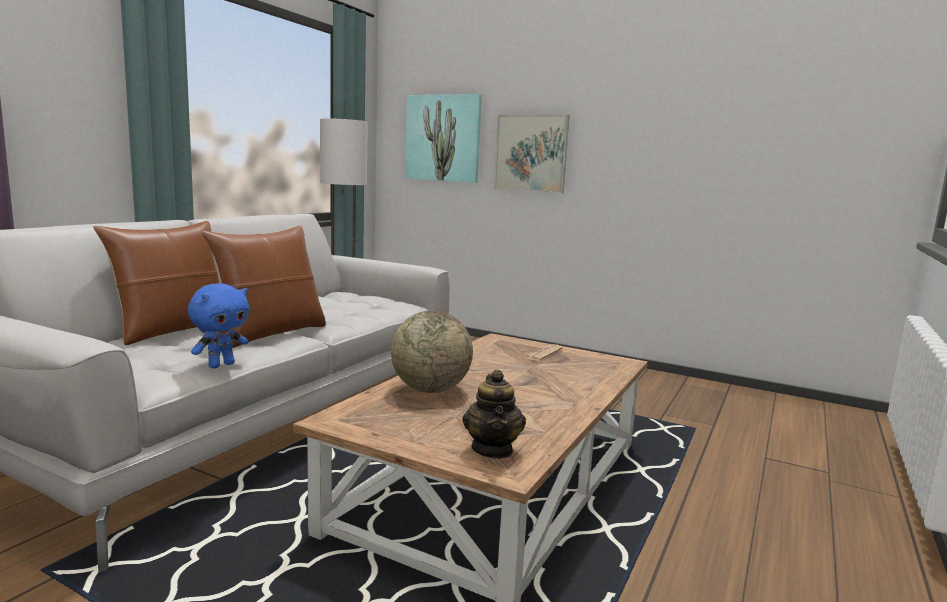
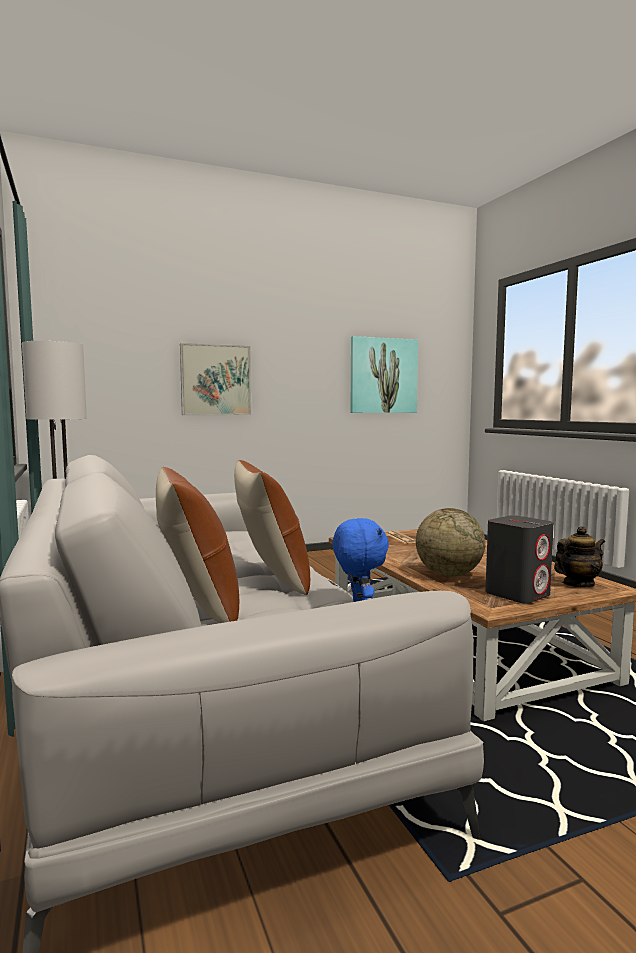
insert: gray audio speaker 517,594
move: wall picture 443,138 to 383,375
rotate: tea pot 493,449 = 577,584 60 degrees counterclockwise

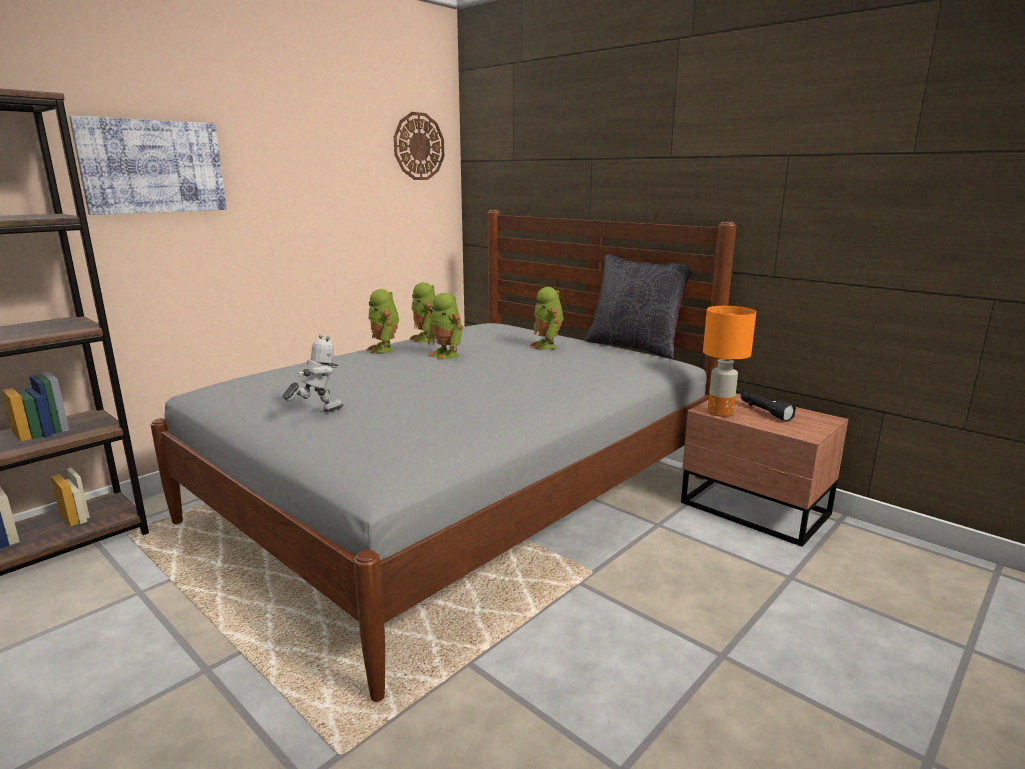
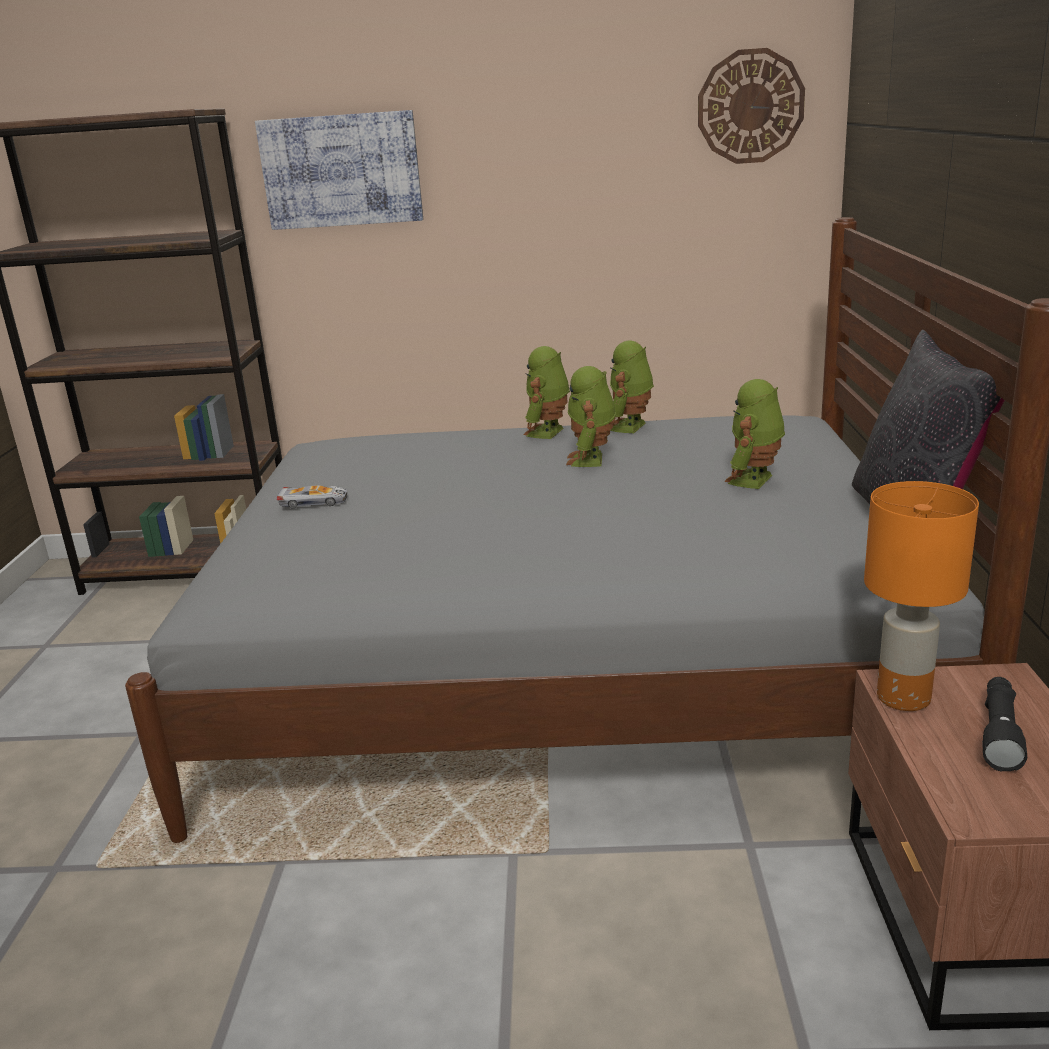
replace: toy robot 317,412 to toy car 314,502

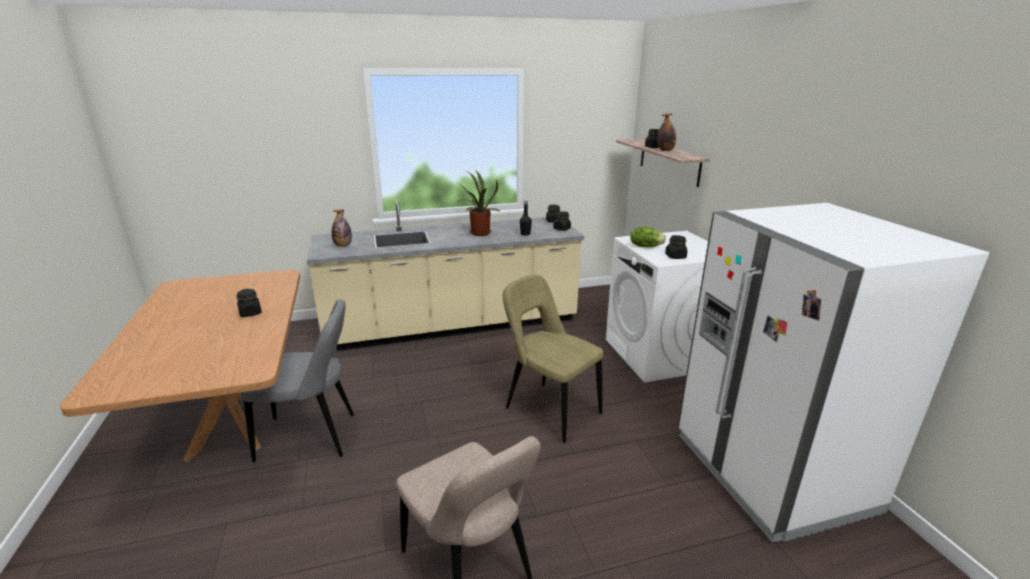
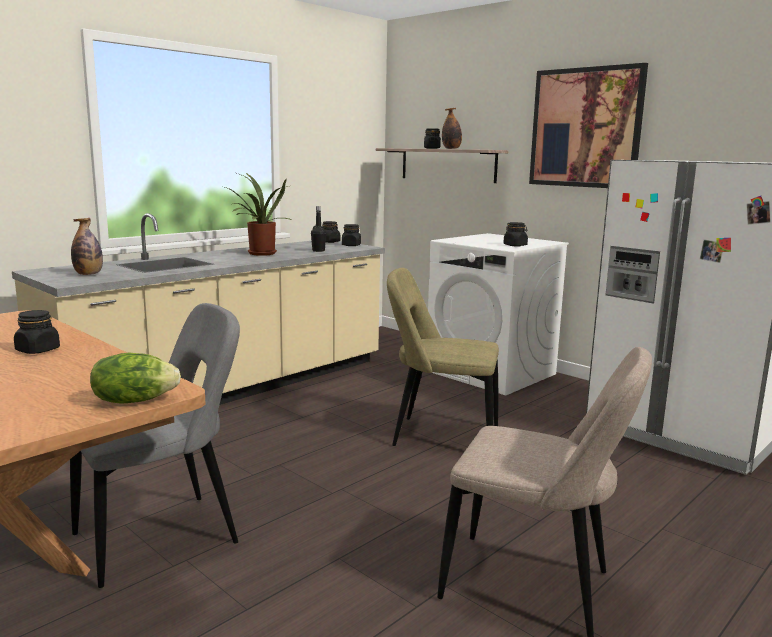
insert: wall picture 585,128
move: lettuce 645,246 to 134,400

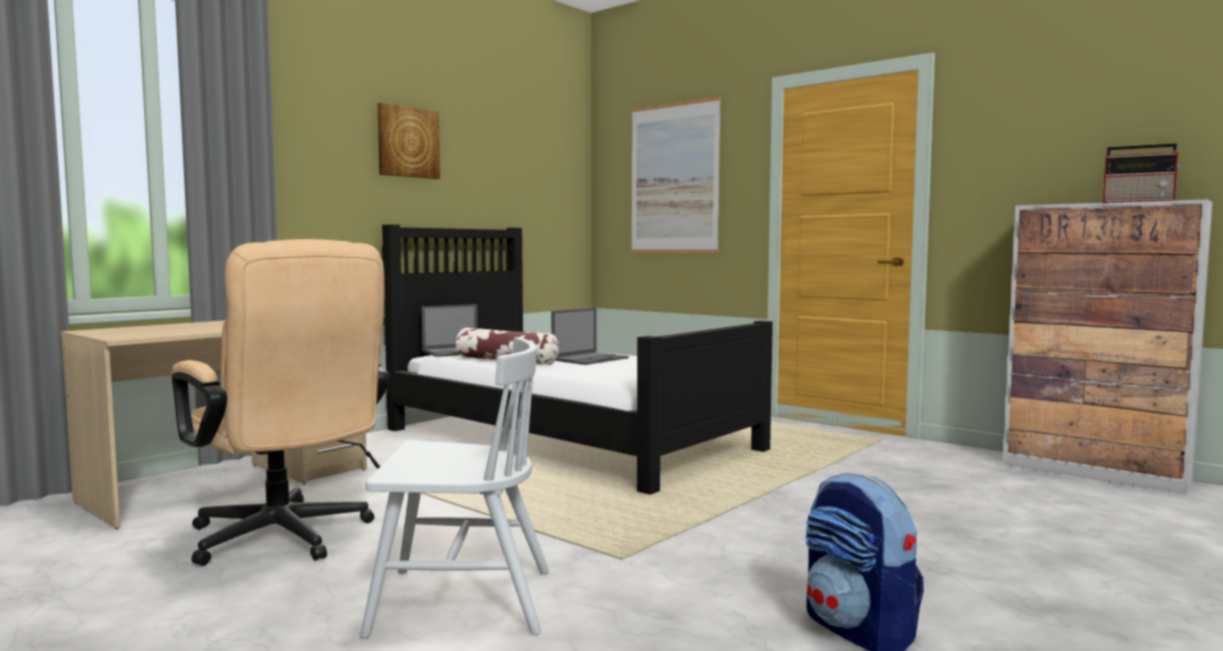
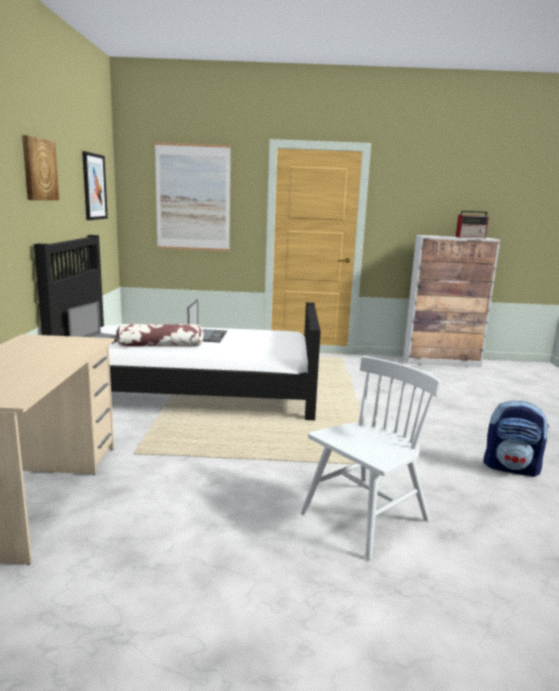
delete: sand-coloured desk chair 286,540
insert: wall picture 94,186

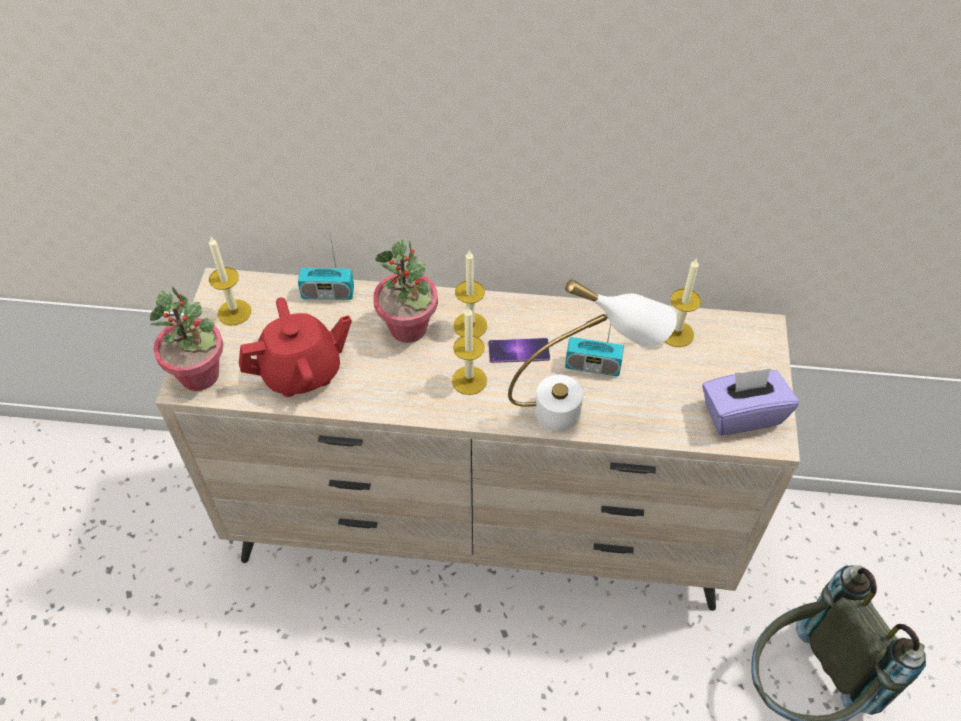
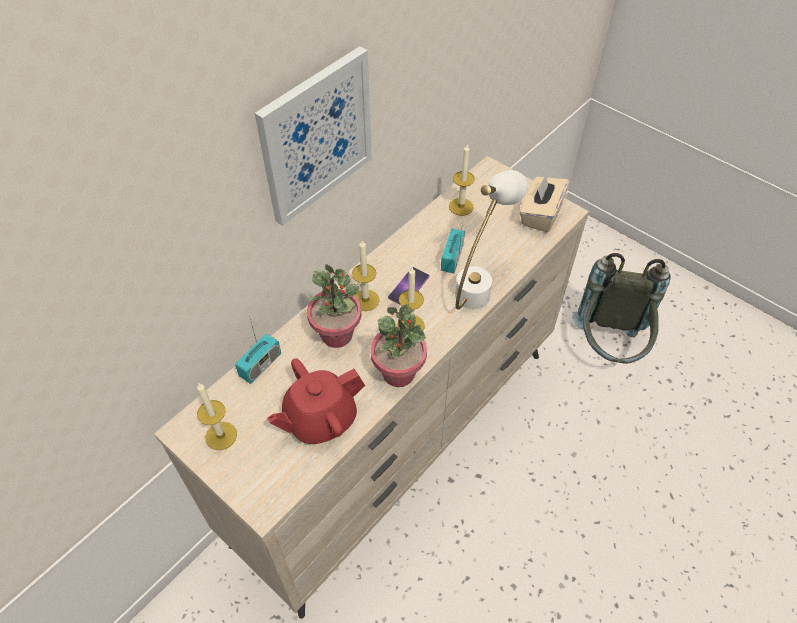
insert: wall picture 316,136
move: potted plant 200,375 to 398,373
recolor: purplish tissue holder 741,414 to sand-coloured tissue holder 540,214
rotate: red tea pot 302,372 = 320,419 135 degrees counterclockwise; radio 592,366 = 452,258 150 degrees clockwise

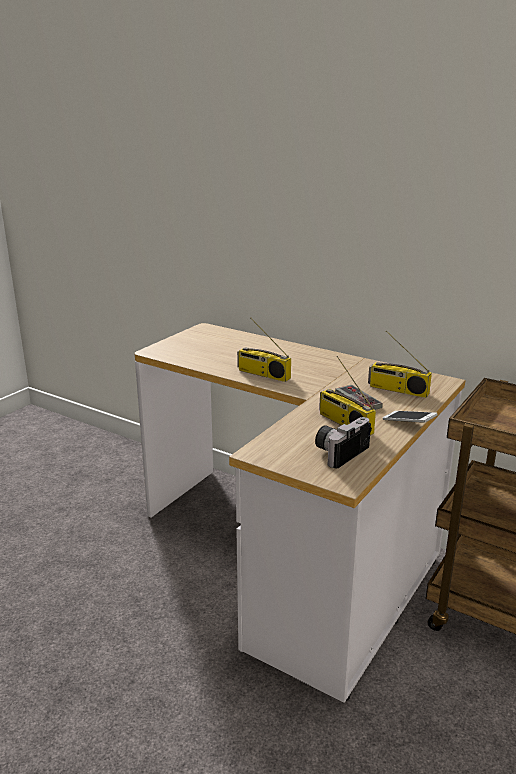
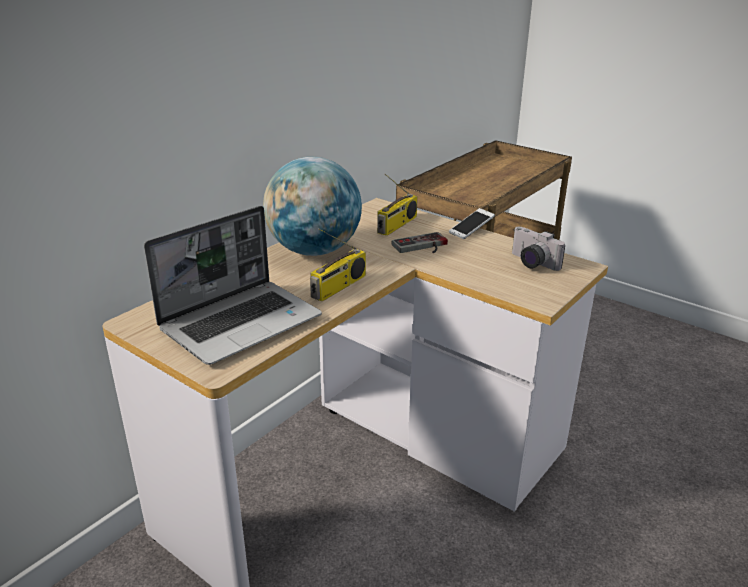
delete: radio 344,423
insert: notebook computer 241,322; desk globe 314,251

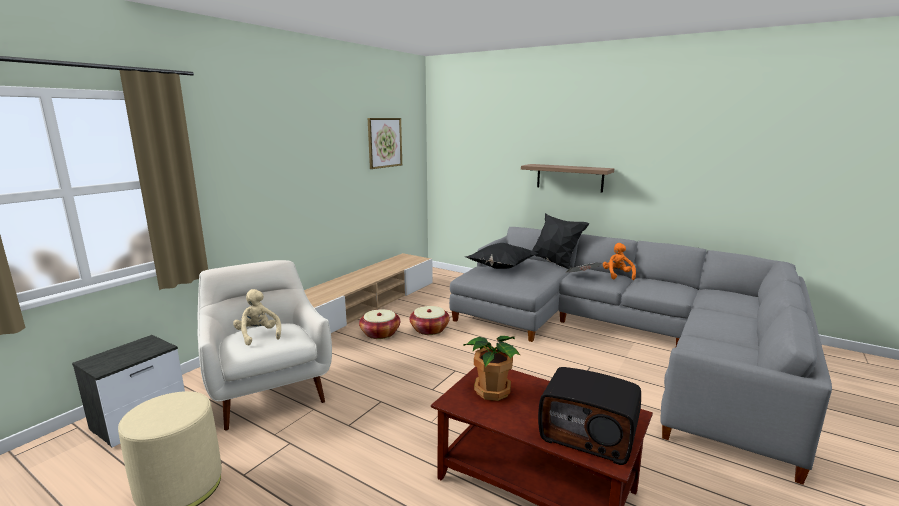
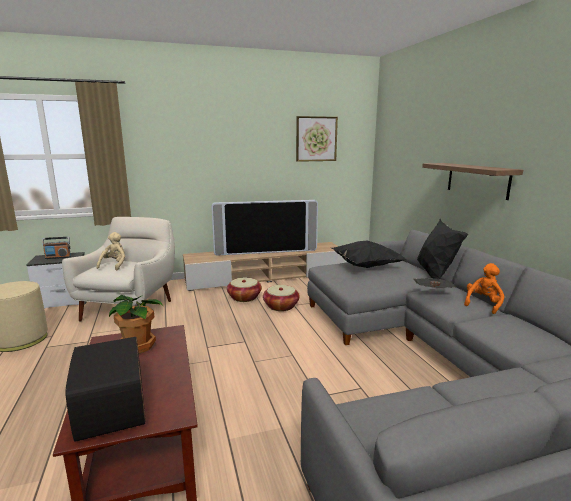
insert: radio 58,257; television 266,251

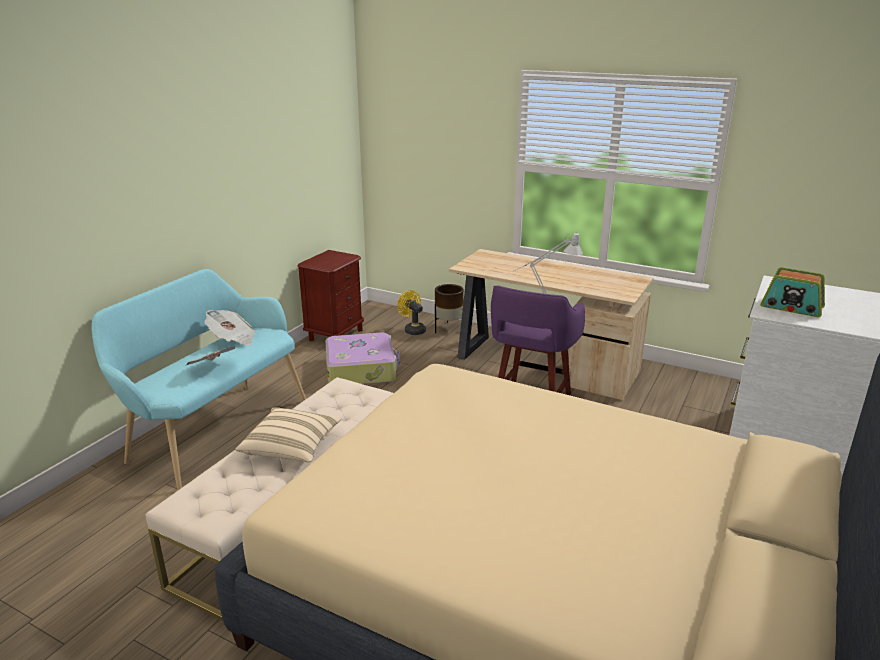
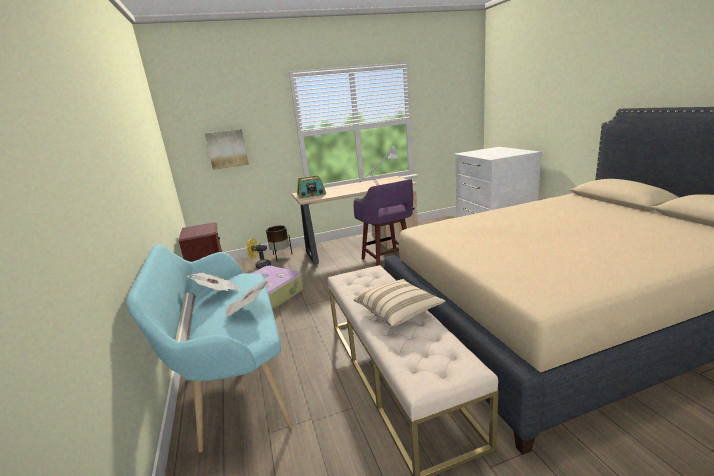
insert: wall picture 227,149
move: radio 791,307 to 311,195

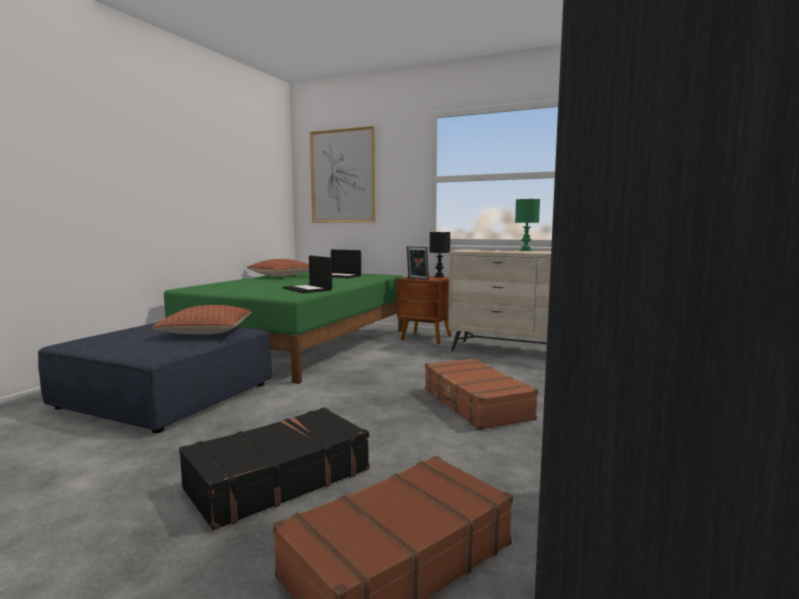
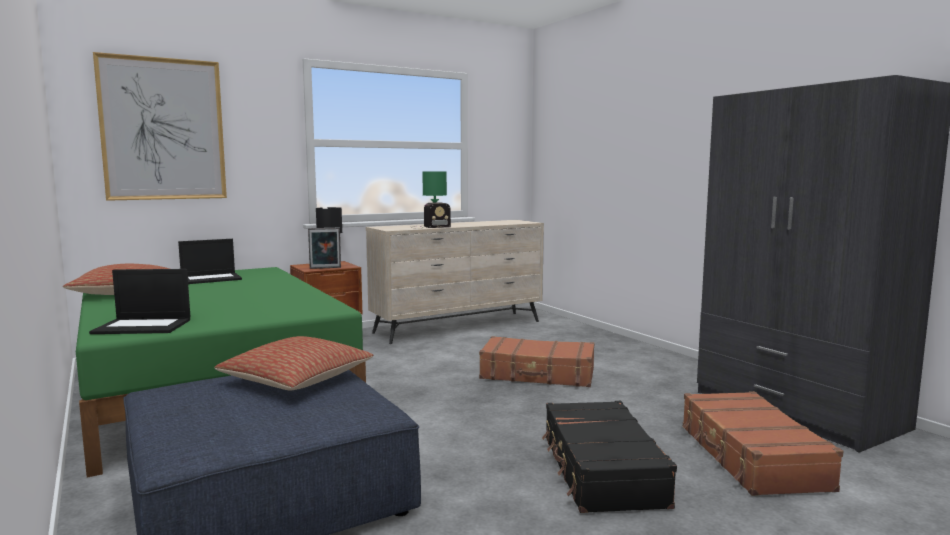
insert: radio 428,227
move: notebook computer 308,289 to 144,326

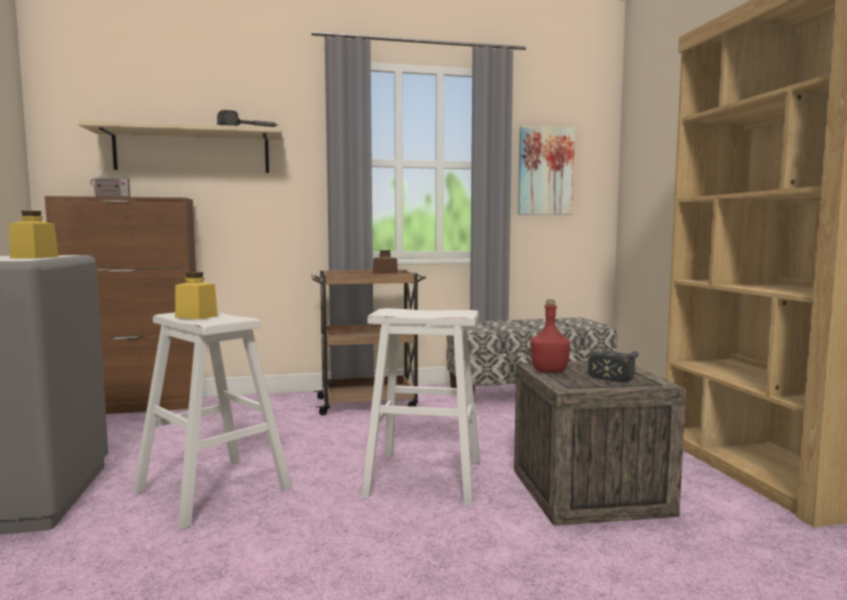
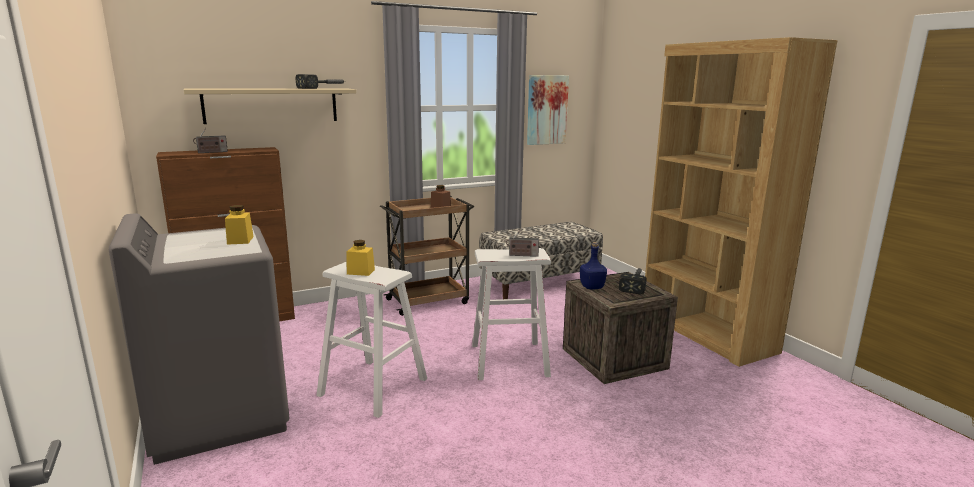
insert: radio 522,255
recolor: red drink bottle 548,371 to blue drink bottle 591,287

